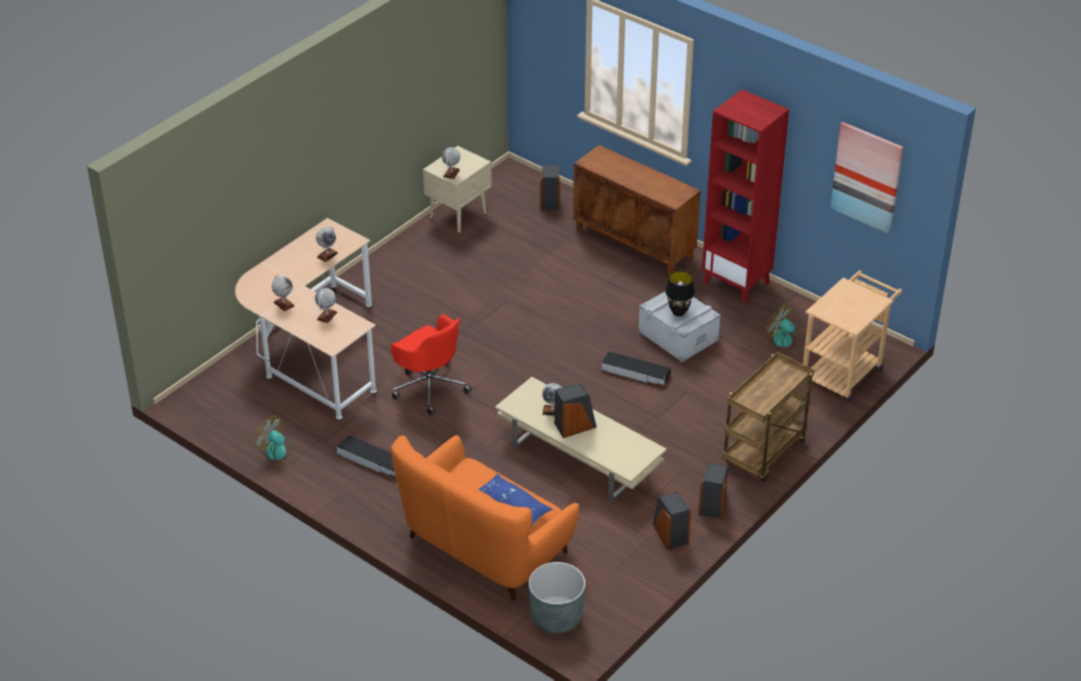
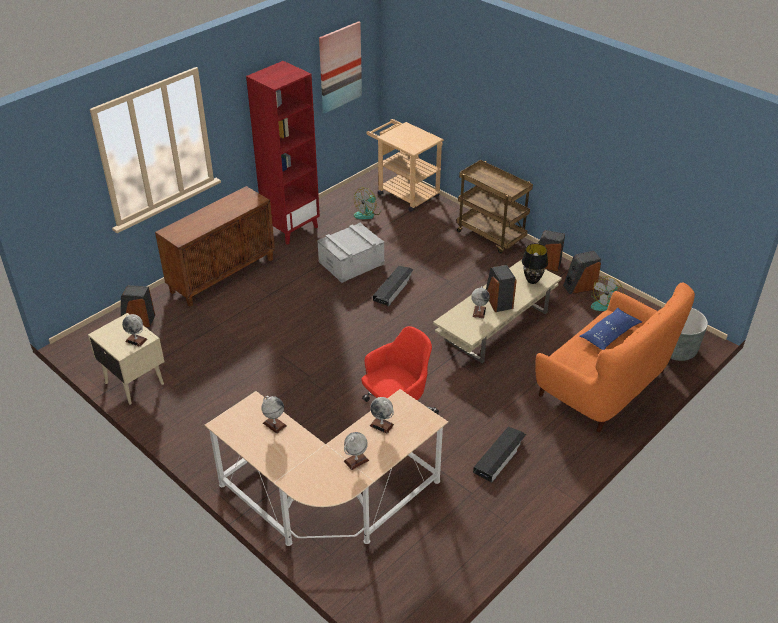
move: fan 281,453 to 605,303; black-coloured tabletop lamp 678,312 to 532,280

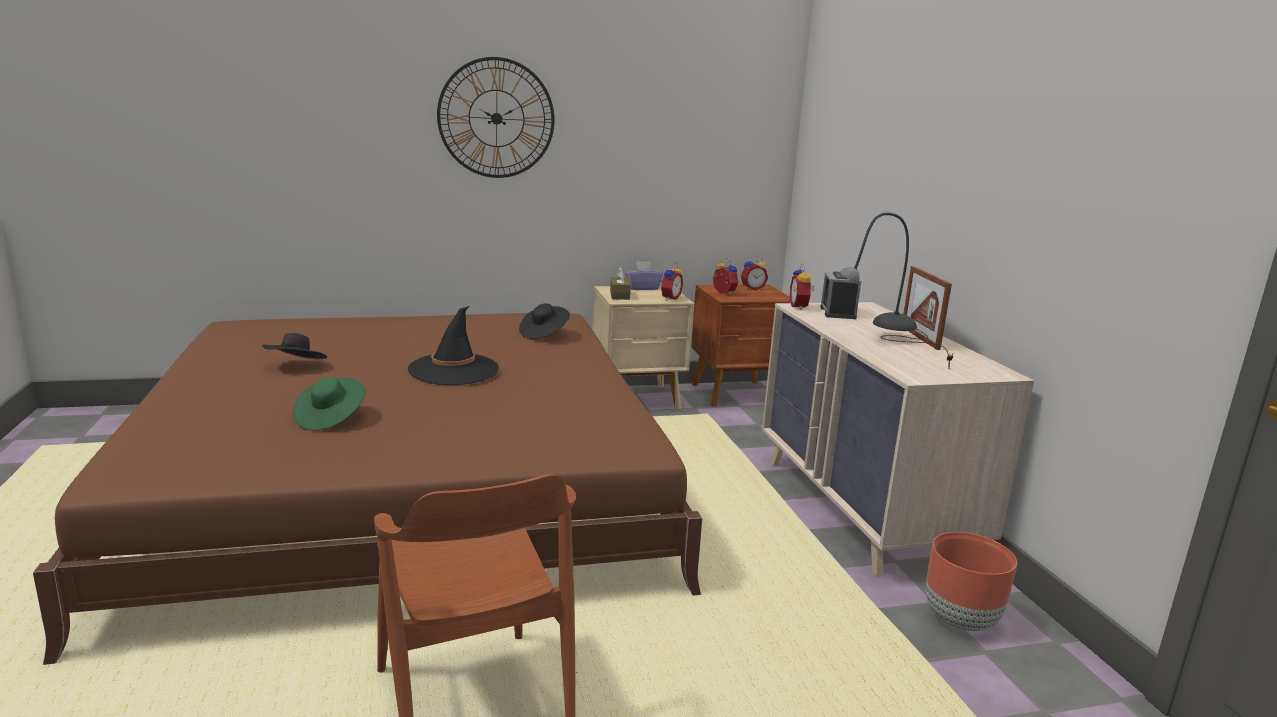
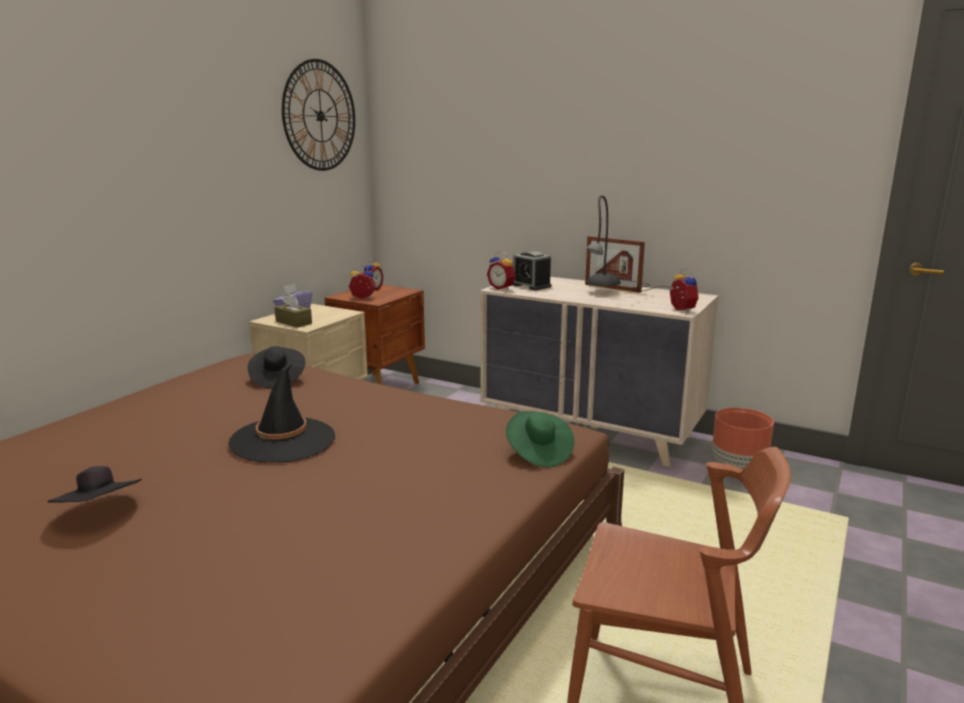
move: green wearable hat 330,419 to 538,453; wall clock 496,118 to 320,116; alarm clock 669,298 to 680,310

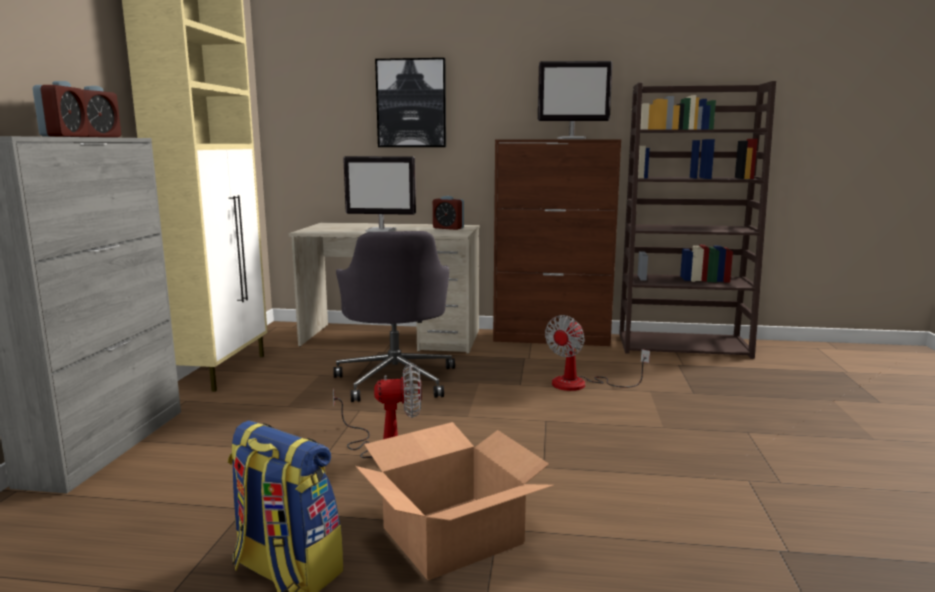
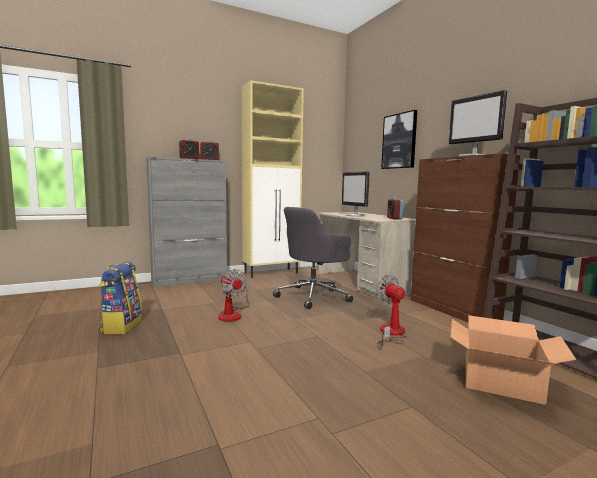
move: cardboard box 451,535 to 500,380
rotate: fan 581,384 = 391,334 60 degrees clockwise

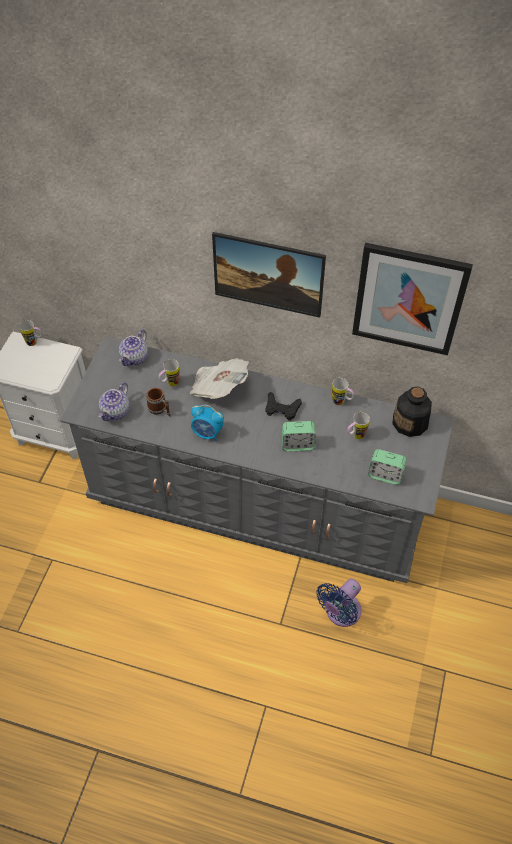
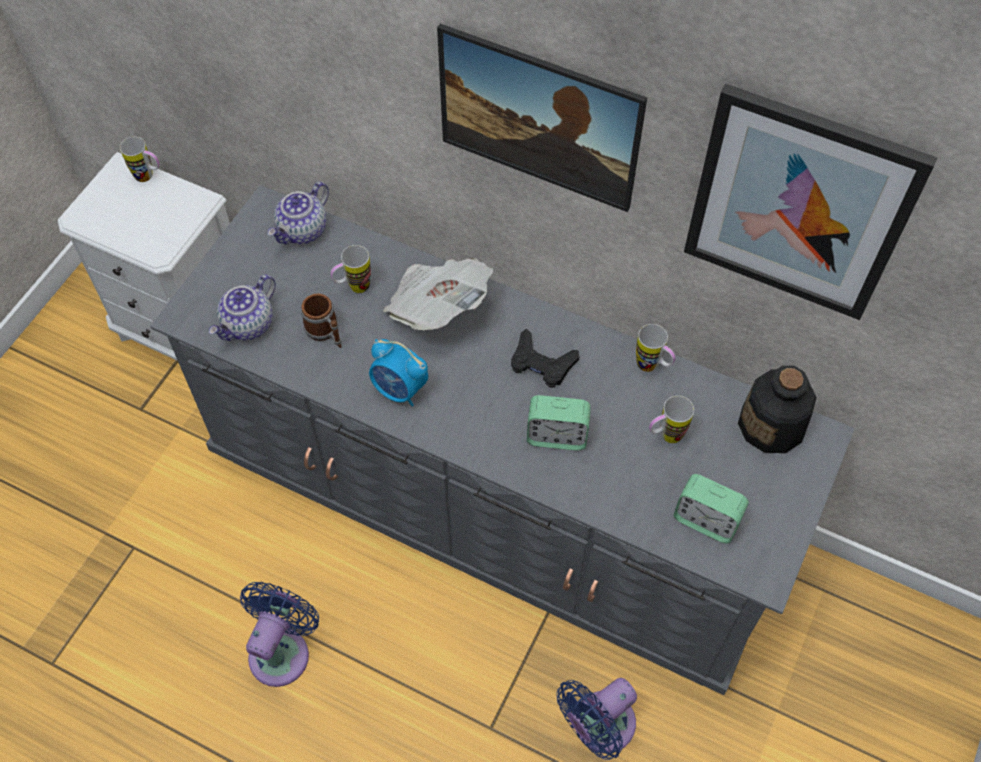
insert: blue fan 282,650

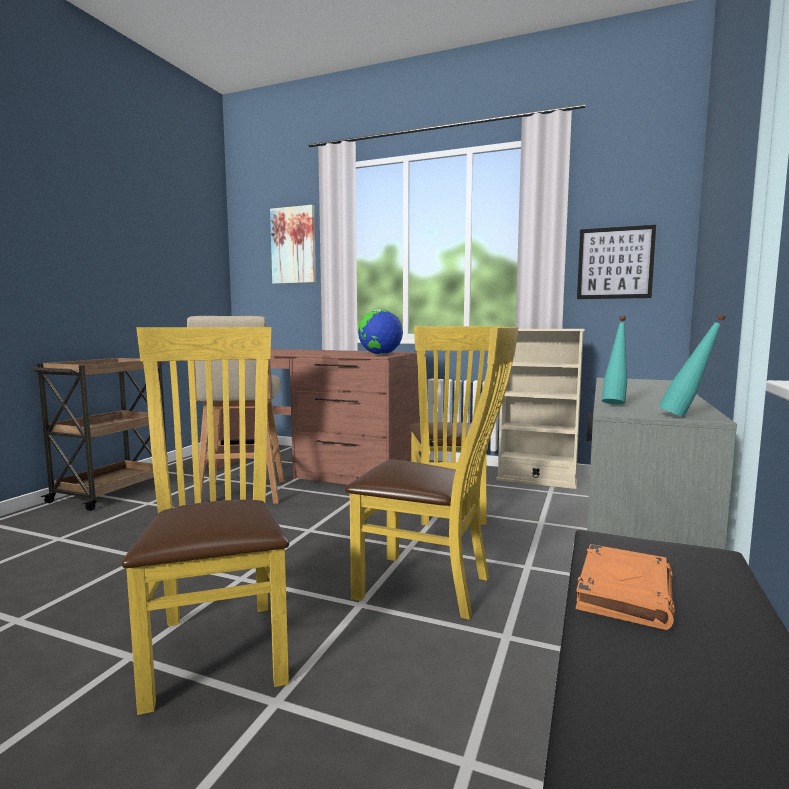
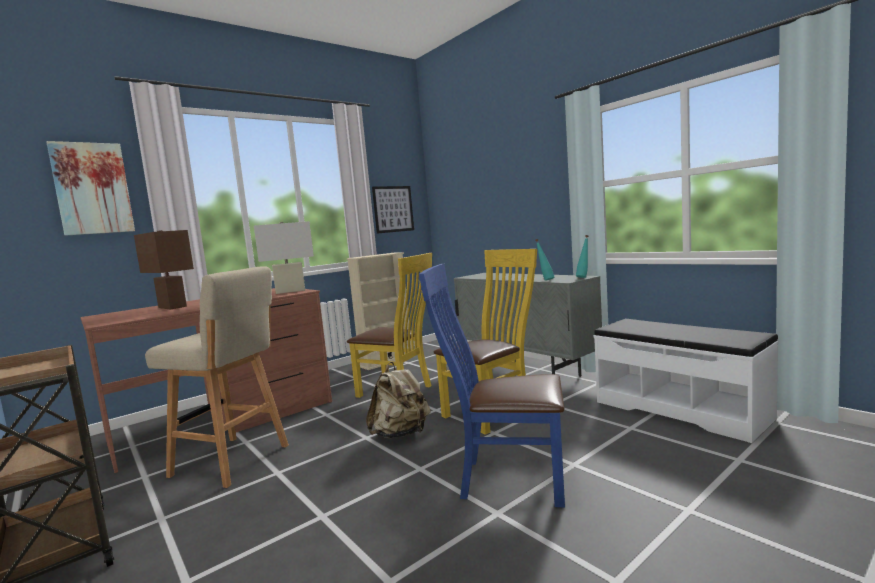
delete: orangey volume 624,591
insert: brownish tabletop lamp 172,307; sand-coloured rucksack 401,434
replace: desk globe 380,354 to white tabletop lamp 290,291
recolor: yellow-coloured chair 218,644 to blue chair 505,479

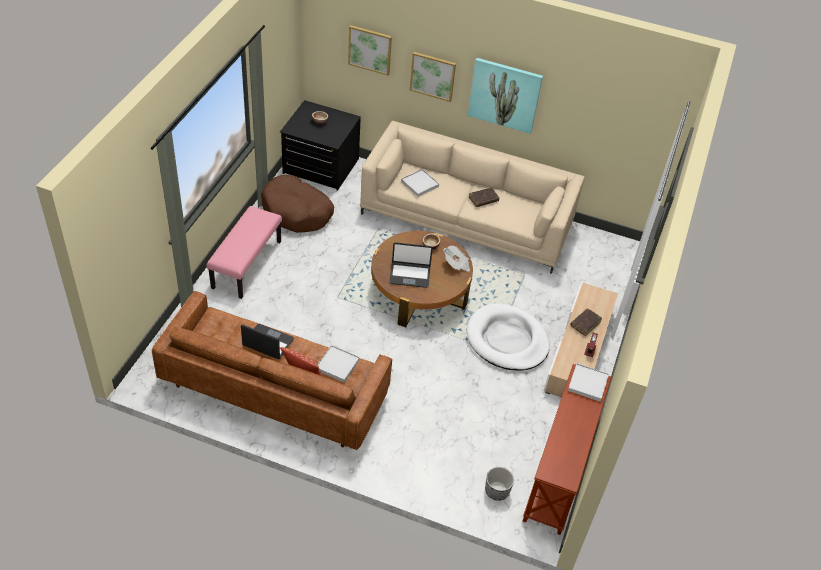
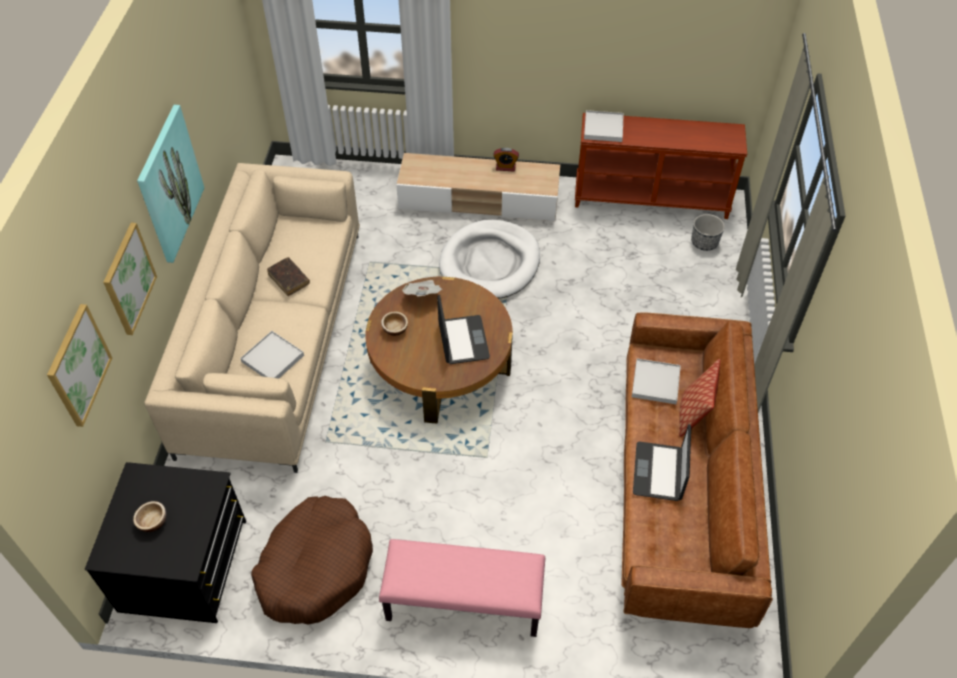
delete: brownish volume 585,324

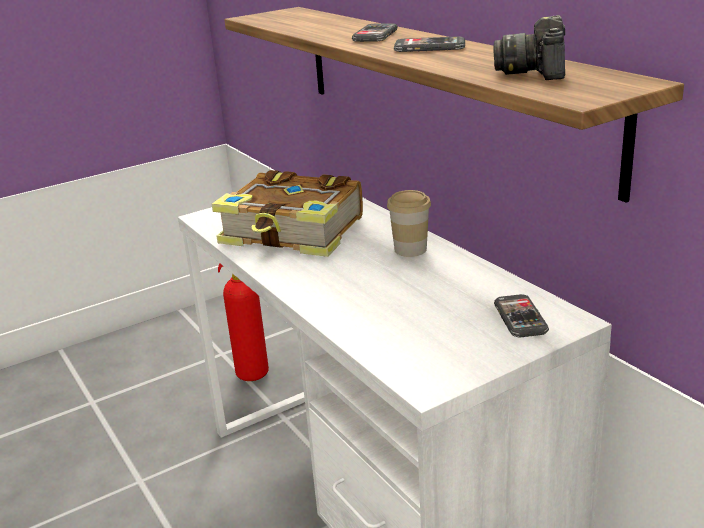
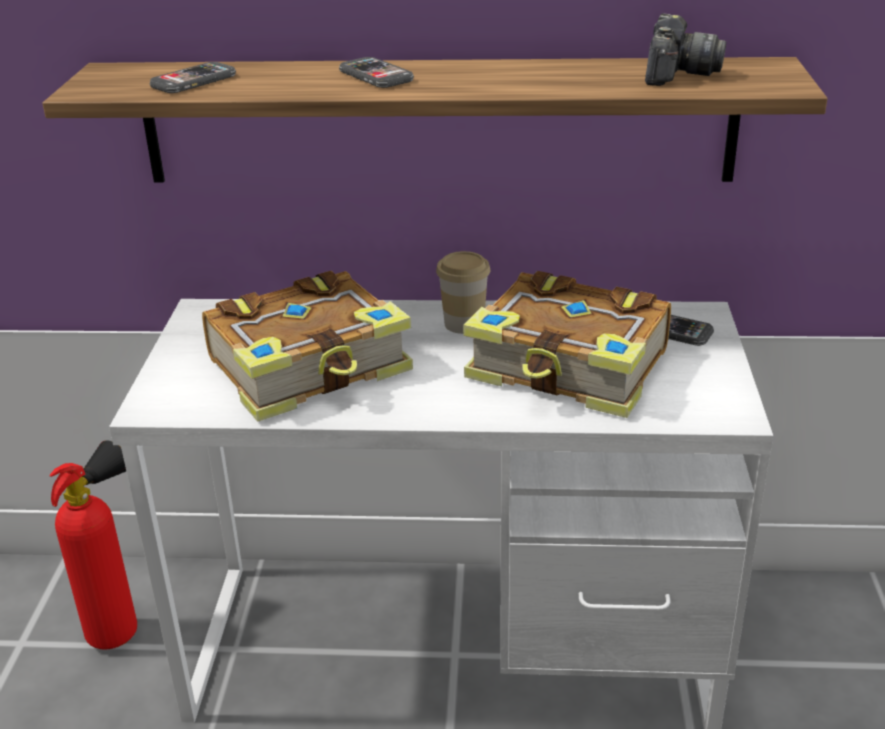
insert: volume 570,368
move: handset 429,47 to 193,81
rotate: photo camera 536,72 = 677,74 120 degrees counterclockwise

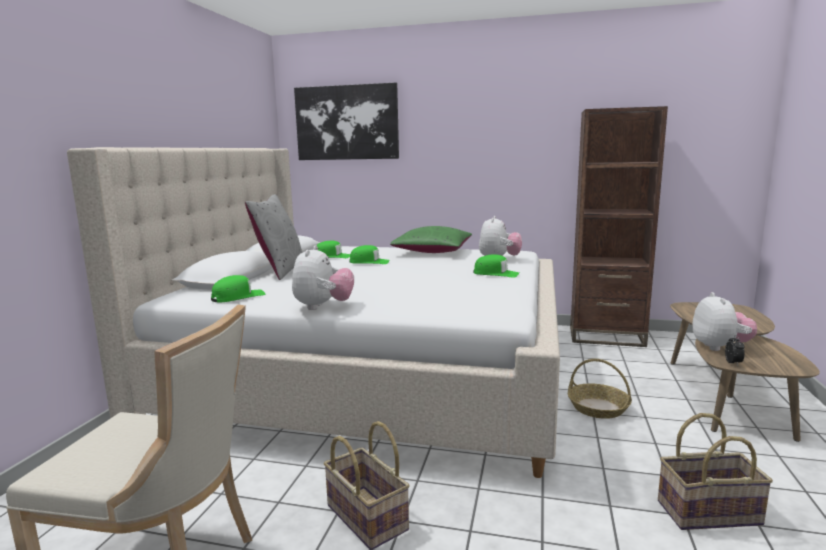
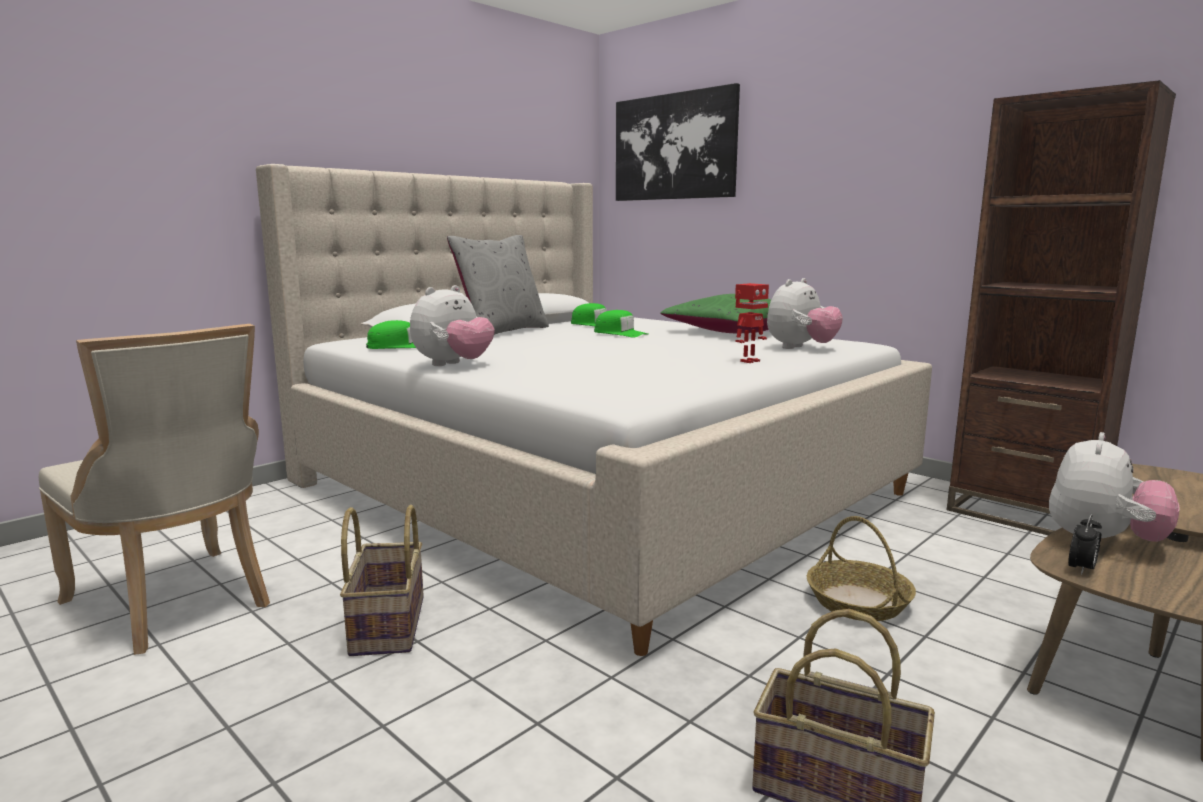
replace: green cap 496,274 to toy robot 749,361

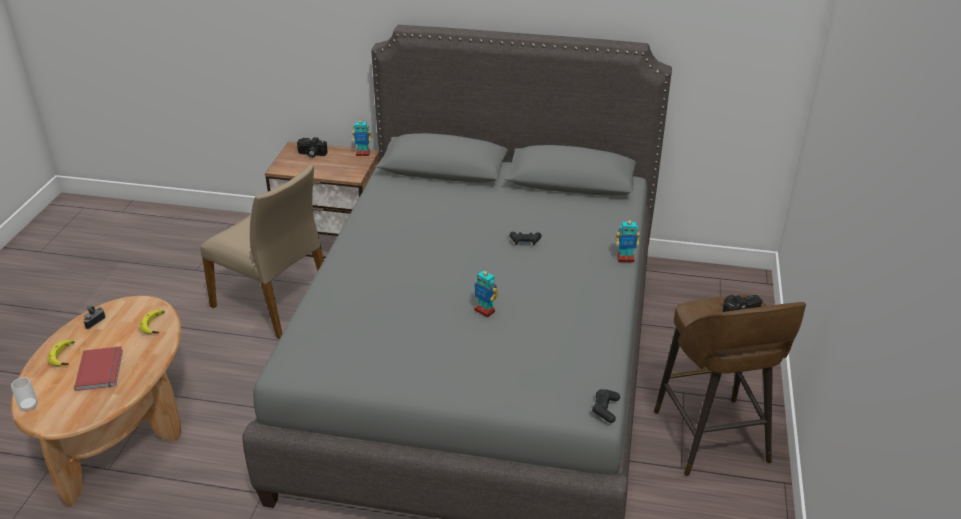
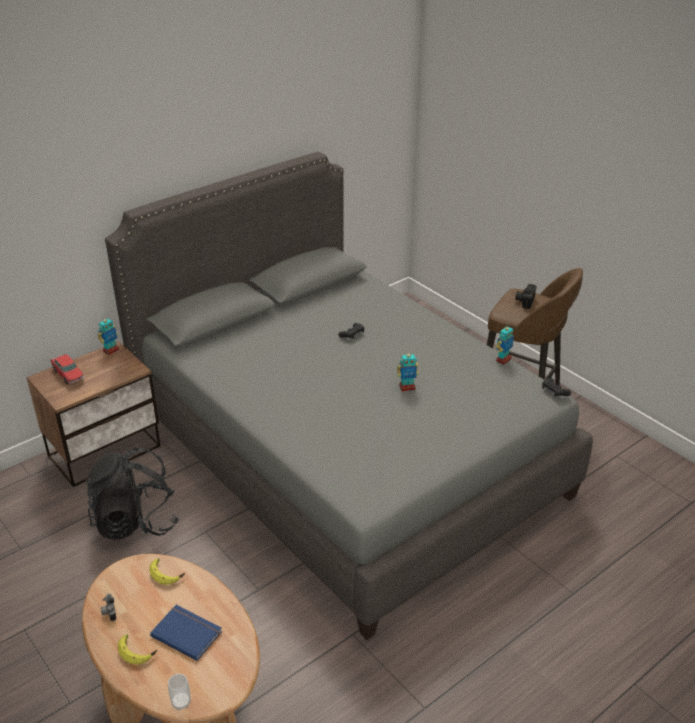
move: toy robot 625,258 to 503,359
replace: sand-coloured chair 274,302 to black-coloured rucksack 135,521; photo camera 311,154 to toy car 68,374
recolor: red volume 101,370 to blue volume 187,632

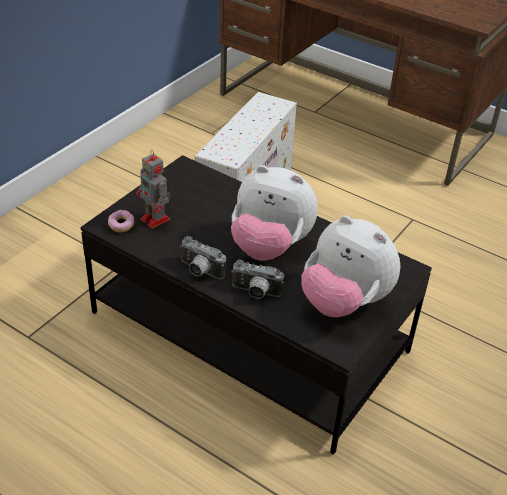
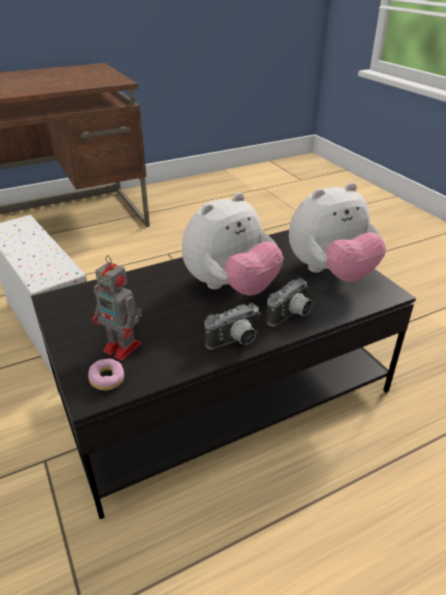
rotate: toy robot 156,220 = 124,348 45 degrees clockwise

